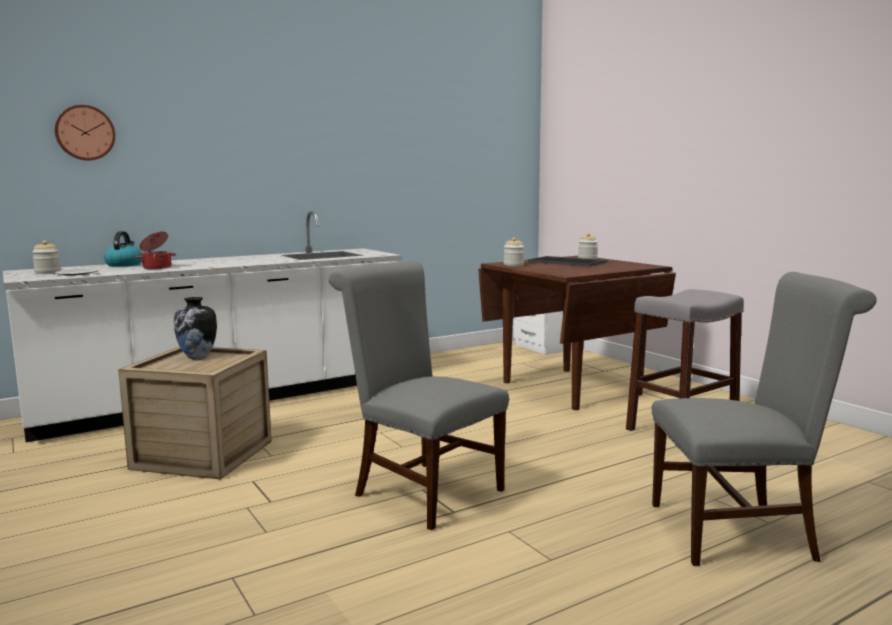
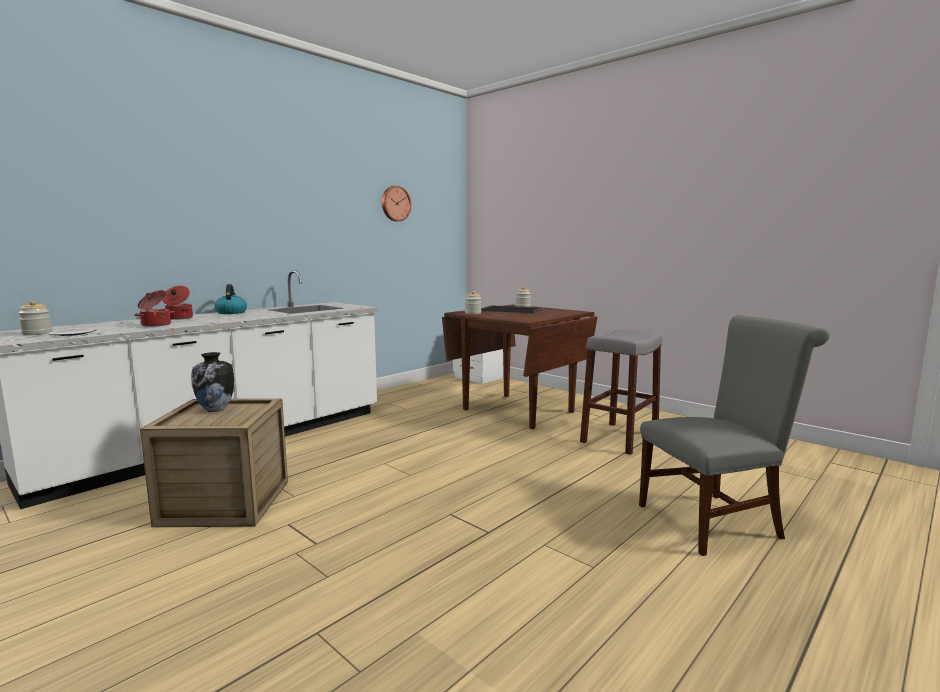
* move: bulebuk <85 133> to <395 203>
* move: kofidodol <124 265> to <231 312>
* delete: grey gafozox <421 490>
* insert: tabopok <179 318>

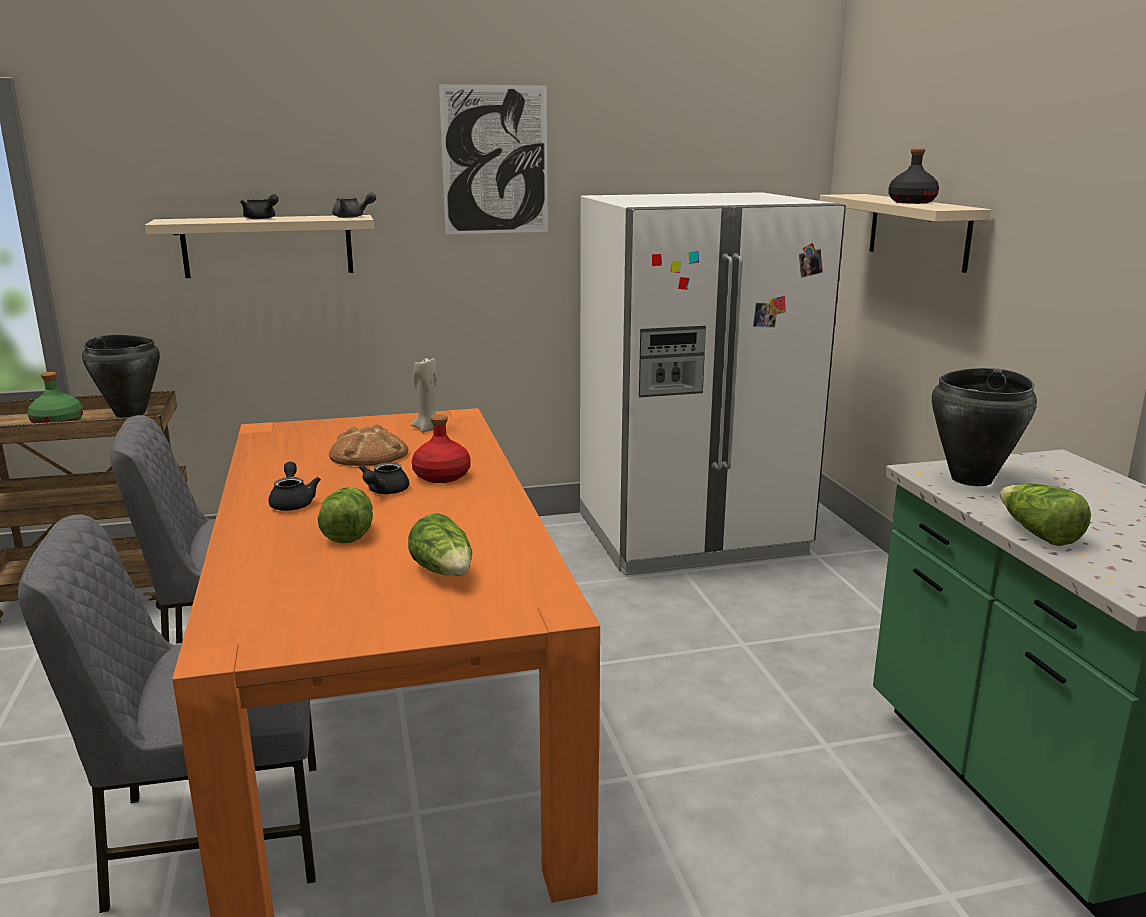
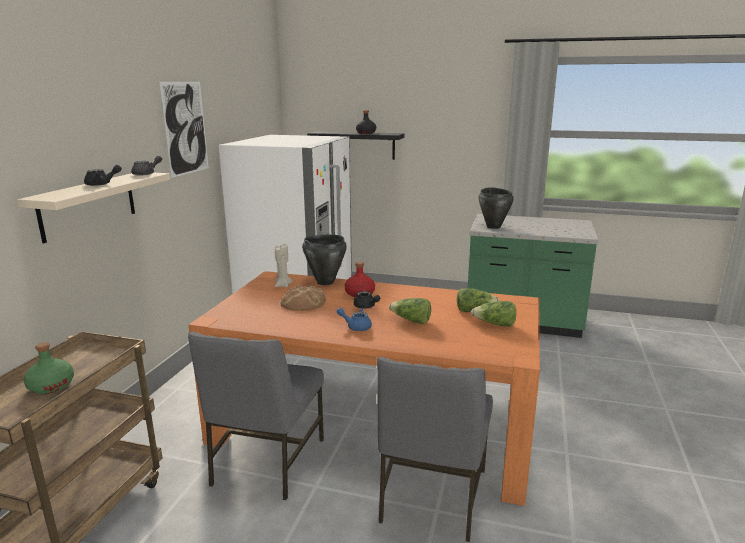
* recolor: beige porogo <918 231> to black porogo <359 145>
* move: black tabopok <130 414> to <325 282>
* recolor: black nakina <293 502> to blue nakina <356 326>
* move: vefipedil <1038 534> to <495 324>

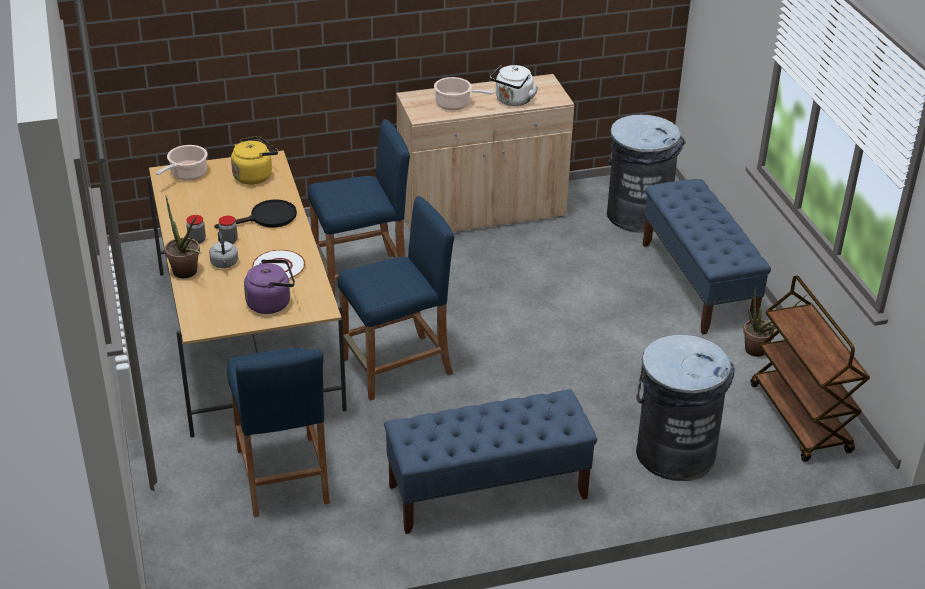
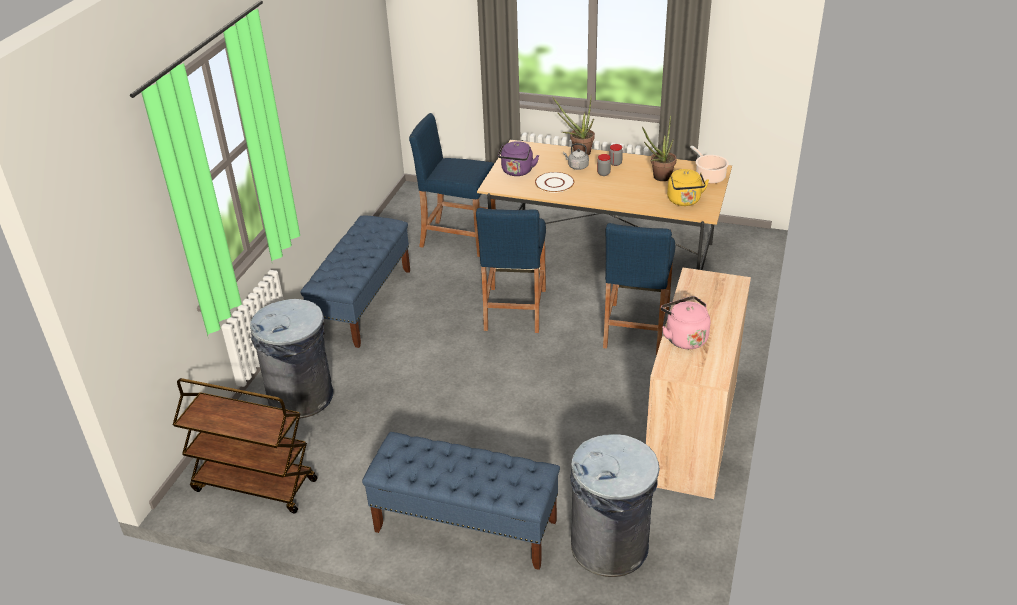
* recolor: white kofidodol <512 101> to pink kofidodol <684 338>
* delete: tabopok <455 104>
* delete: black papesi <267 218>
* move: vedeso <761 351> to <659 178>

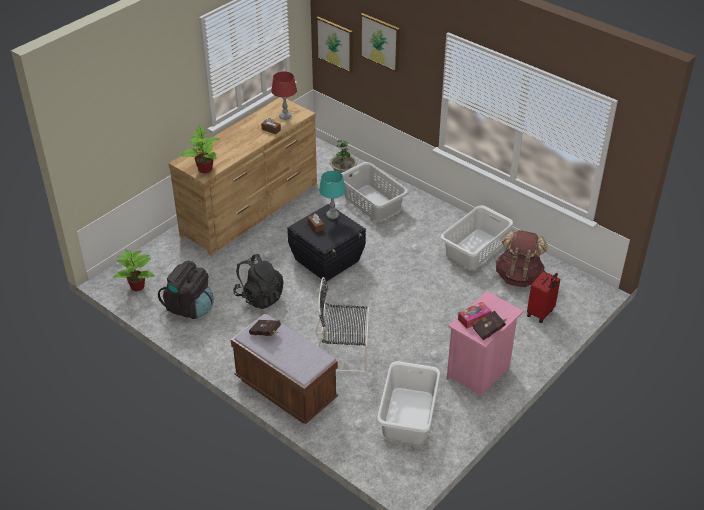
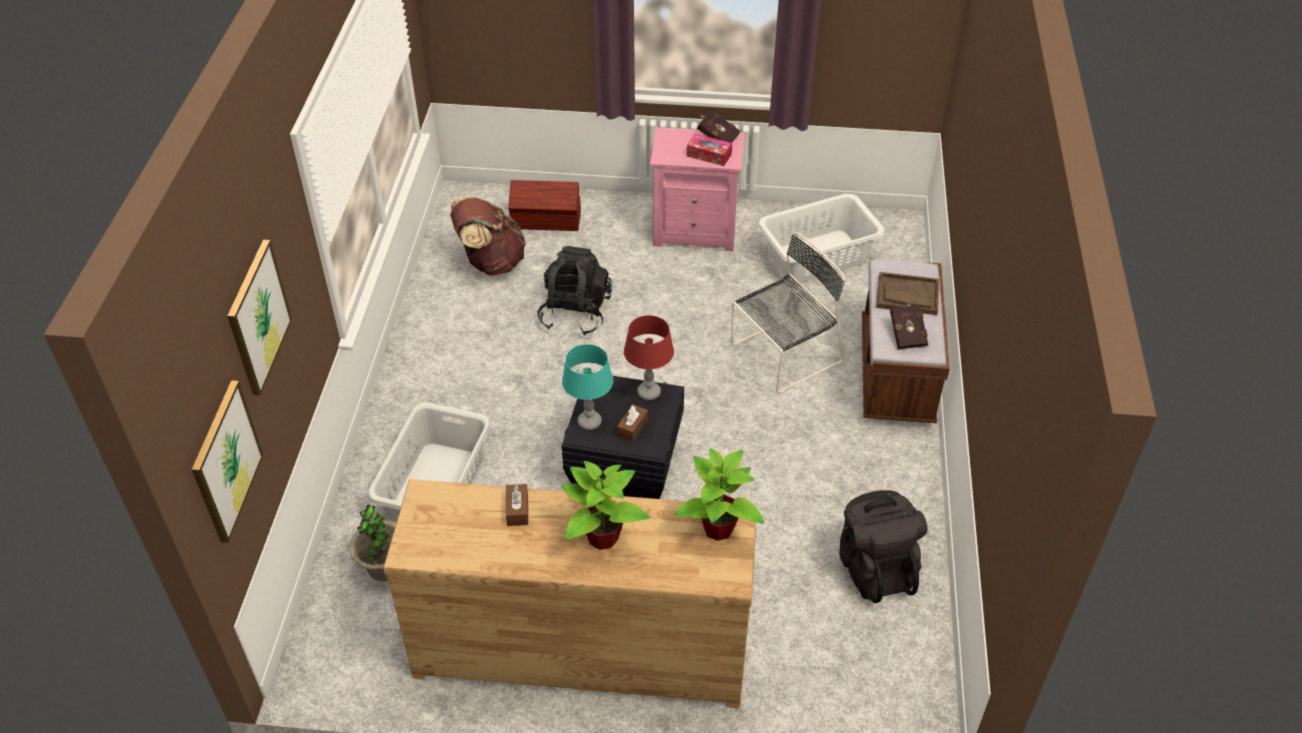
* move: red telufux <285 116> to <648 393>
* delete: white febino <475 249>
* move: vedeso <138 286> to <602 537>
* move: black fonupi <259 297> to <575 313>
* replace: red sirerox <541 313> to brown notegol <546 221>
* rotate: black gafozox <343 352> = <783 355> 90 degrees counterclockwise
* insert: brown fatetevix <907 295>

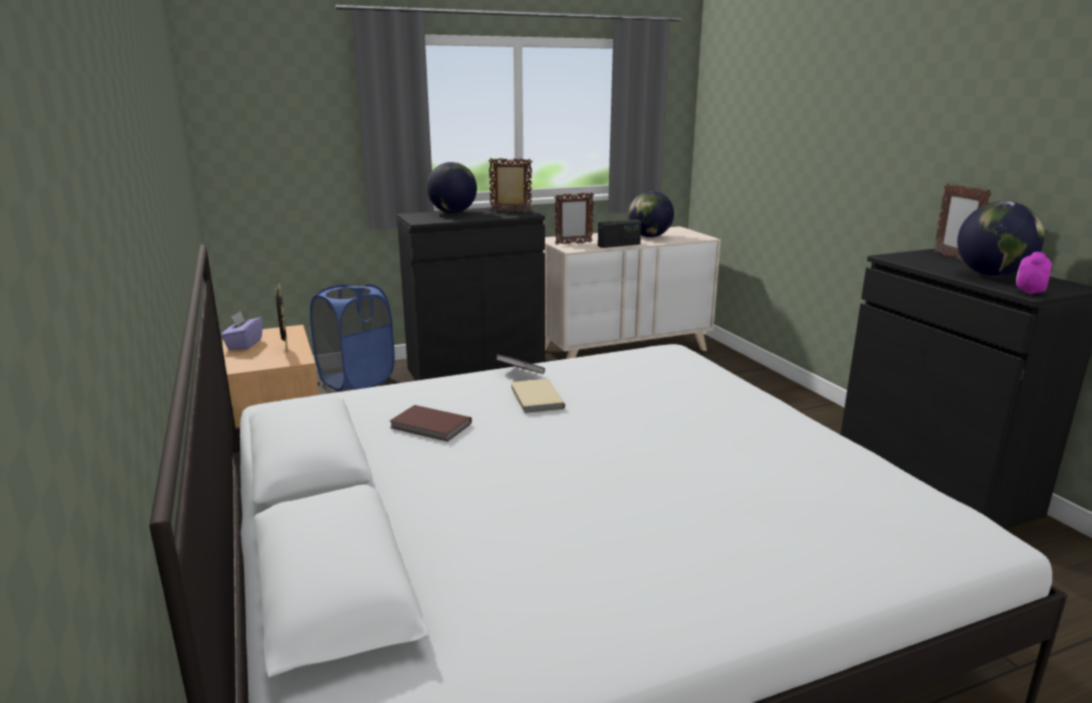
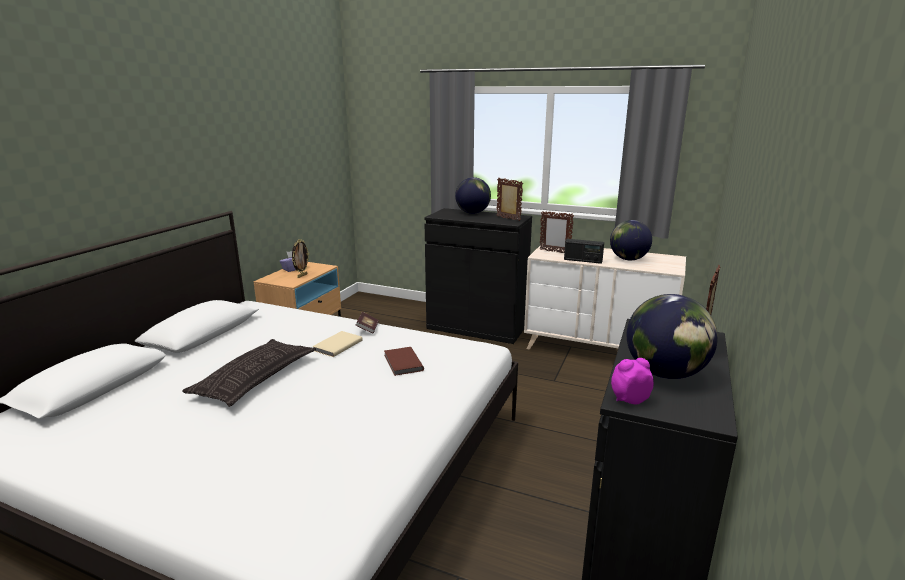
* delete: blue febino <357 380>
* move: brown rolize <430 426> to <402 363>
* insert: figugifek <255 378>

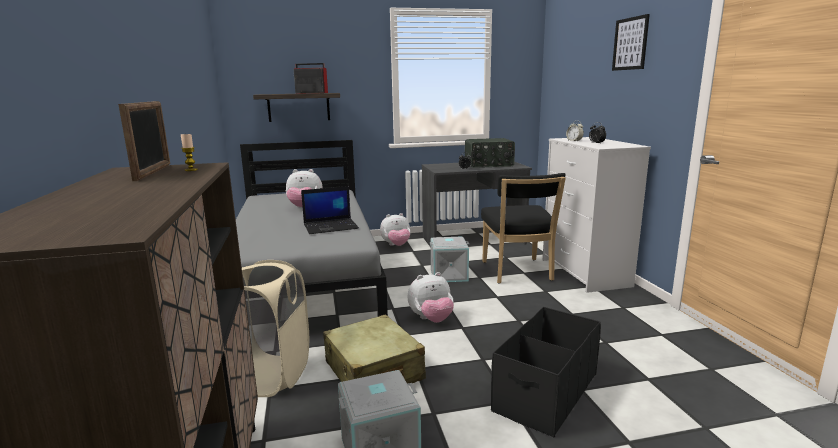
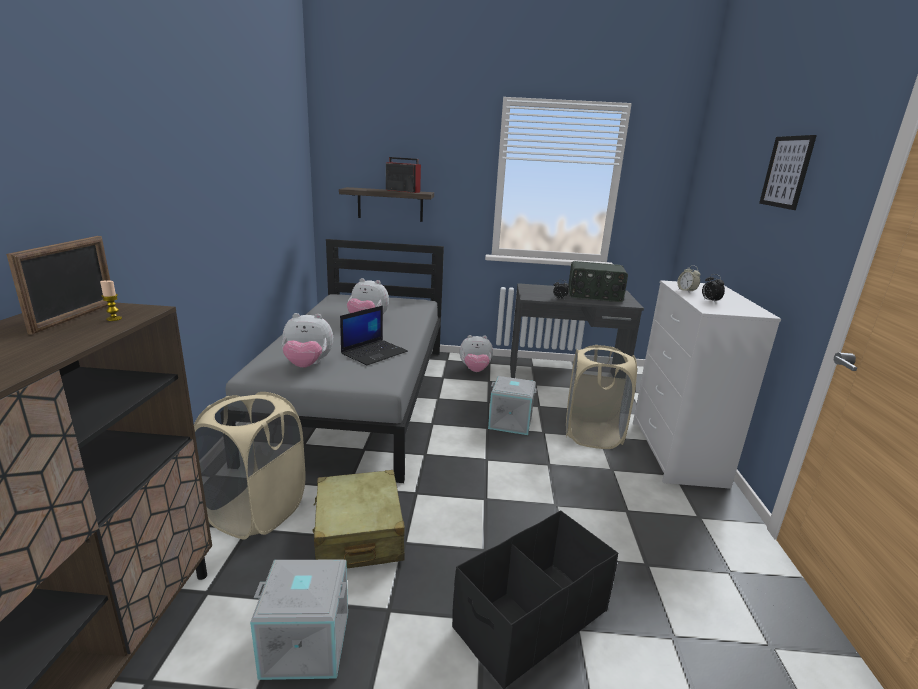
* replace: black gafozox <517 272> to beige febino <592 435>
* rotate: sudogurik <331 226> = <374 352> 45 degrees counterclockwise
* move: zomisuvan <431 319> to <308 365>

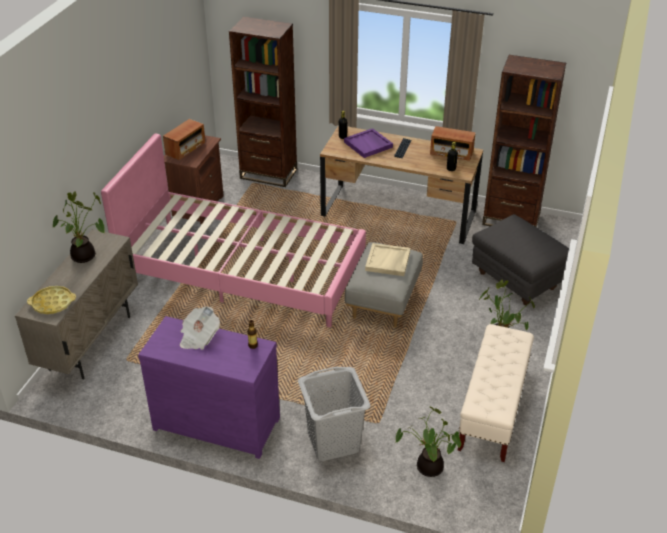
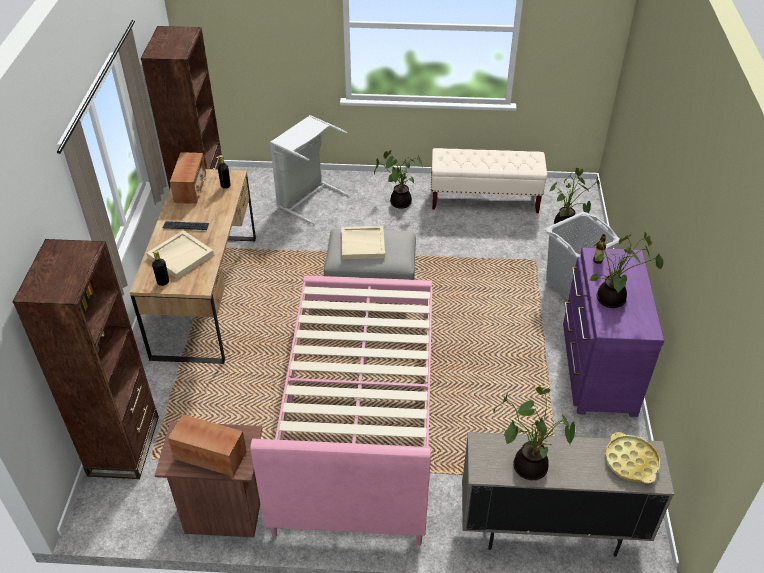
* recolor: purple fatetevix <368 145> to beige fatetevix <180 255>
* replace: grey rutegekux <517 281> to grey febino <307 198>
* replace: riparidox <199 337> to vedeso <611 301>

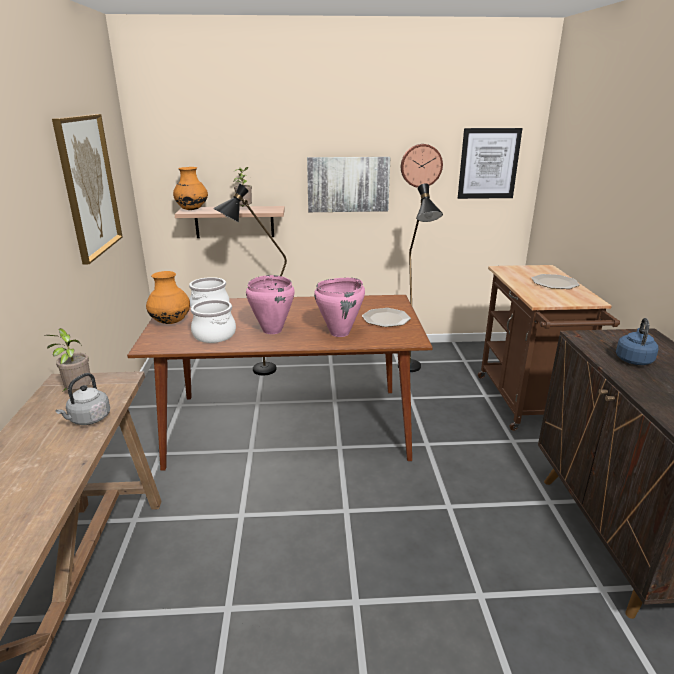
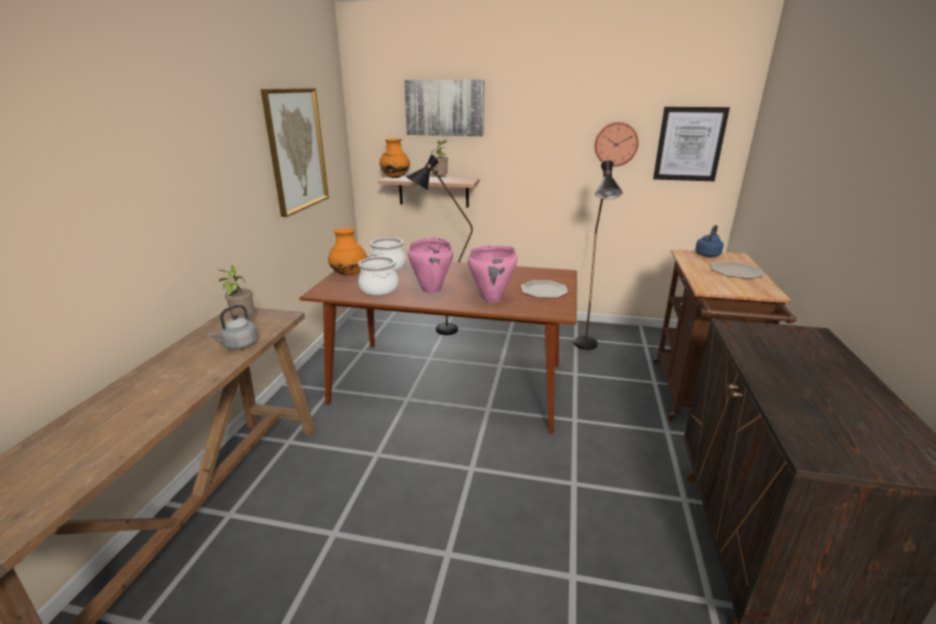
* move: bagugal <348 184> to <444 108>
* move: blue kofidodol <633 359> to <708 254>

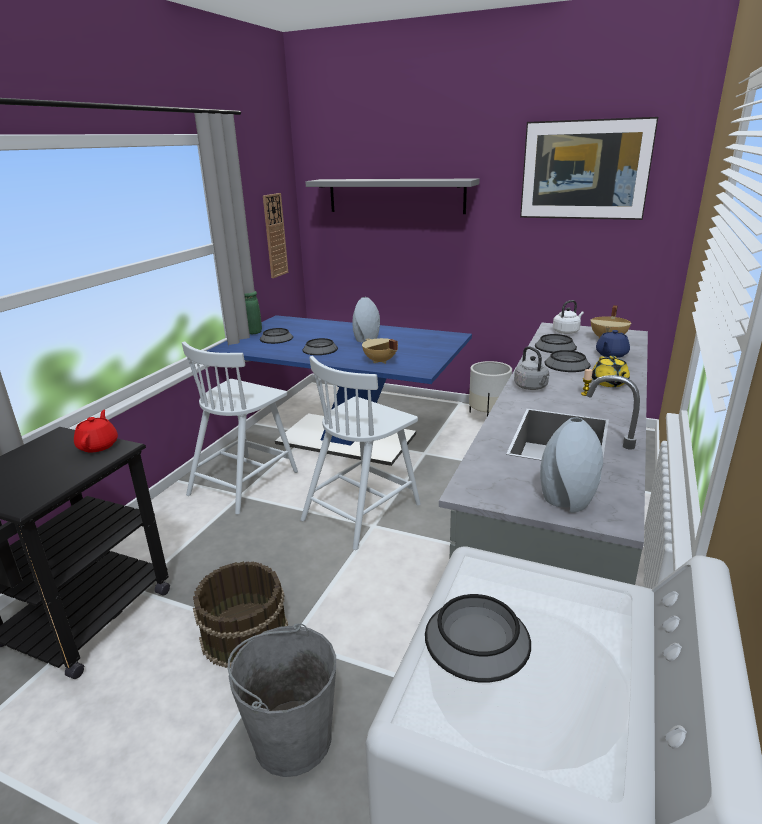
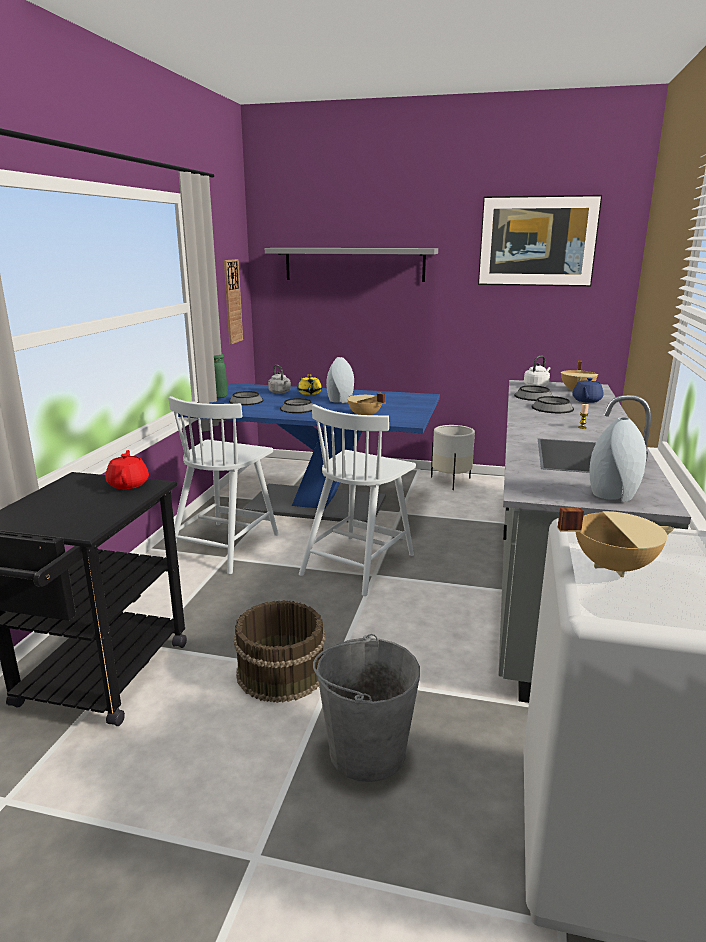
* move: grey kofidodol <532 387> to <280 392>
* move: yellow nakina <609 383> to <309 393>
* replace: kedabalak <476 638> to beige tabopok <612 566>

